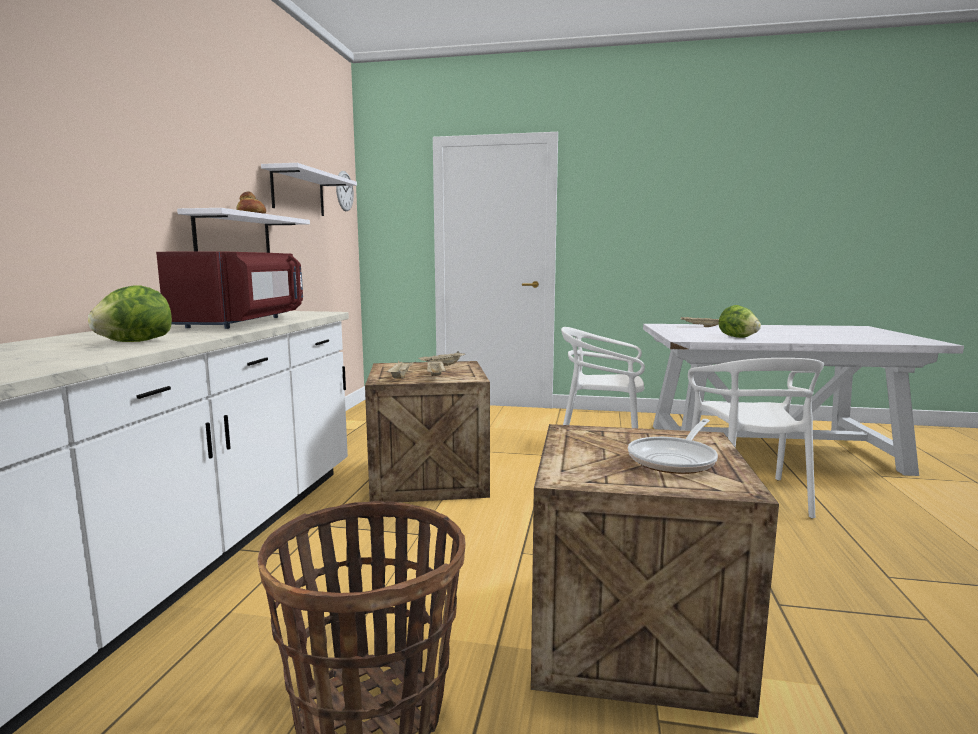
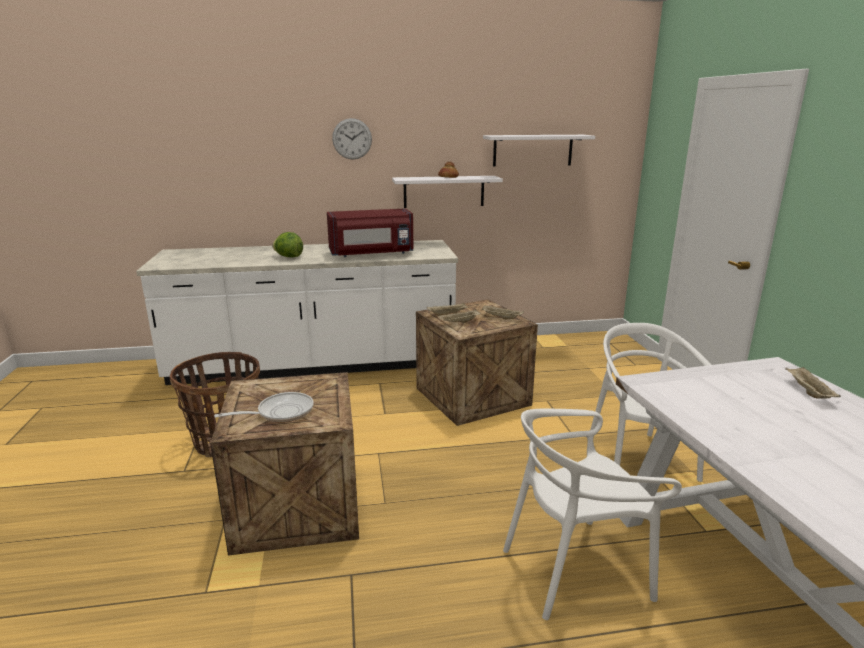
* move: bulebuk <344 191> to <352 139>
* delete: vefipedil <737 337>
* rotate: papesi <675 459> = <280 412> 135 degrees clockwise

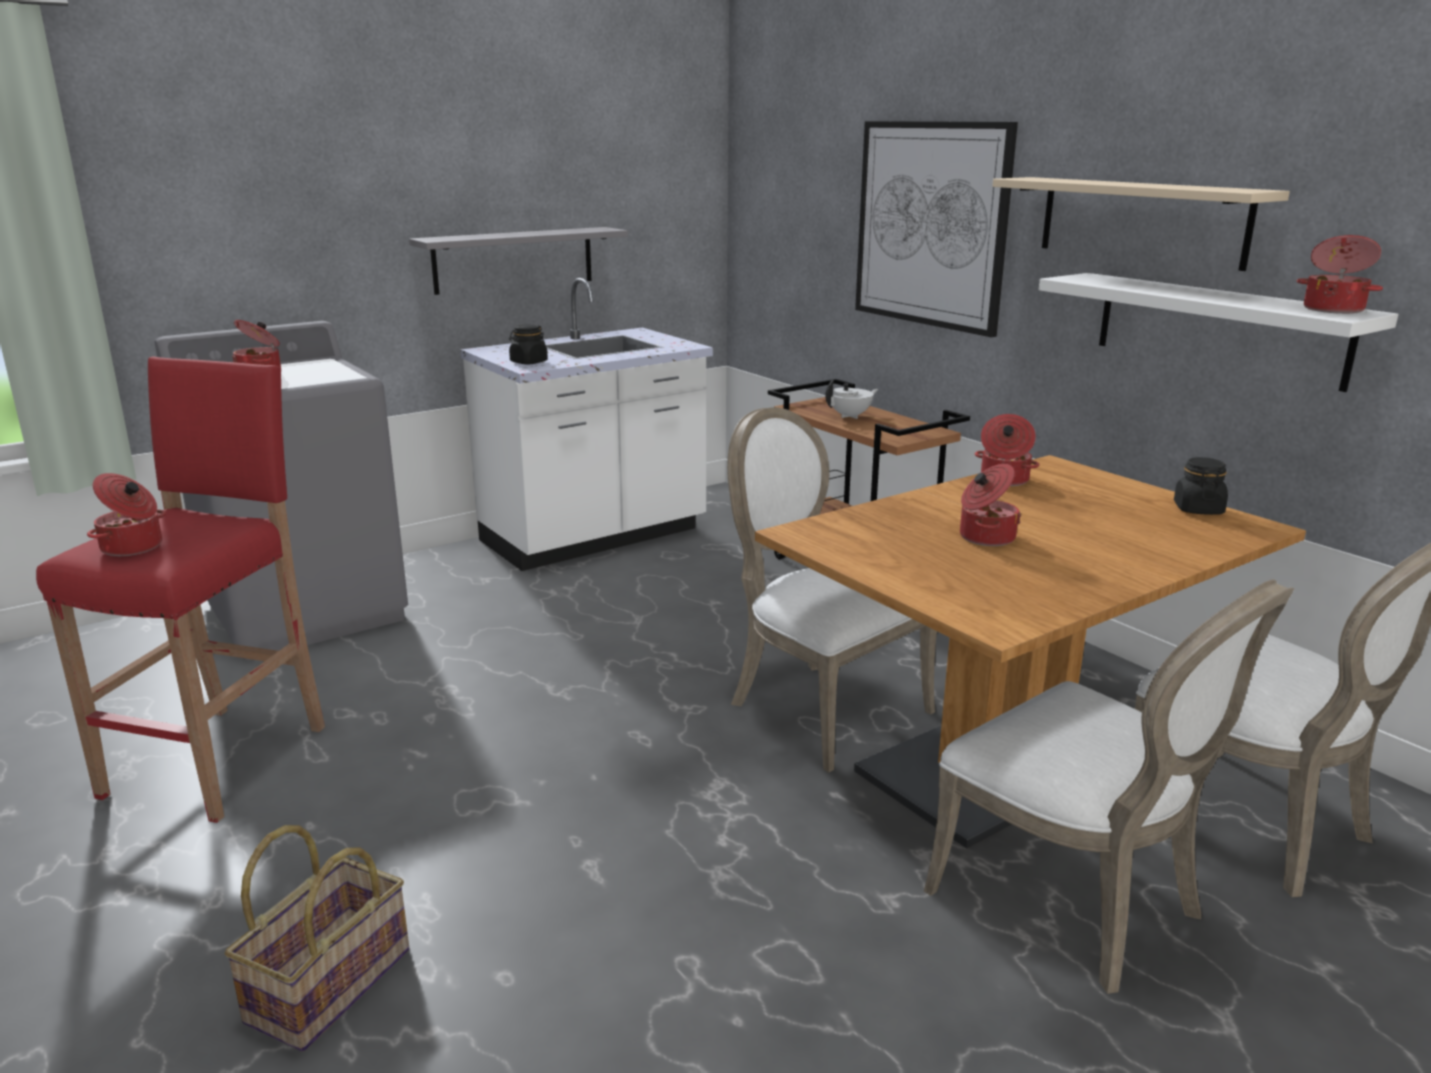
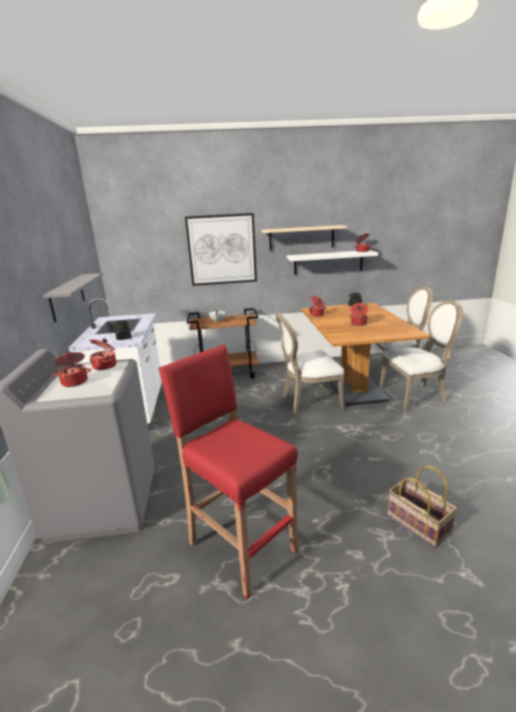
* move: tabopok <133 547> to <105 366>

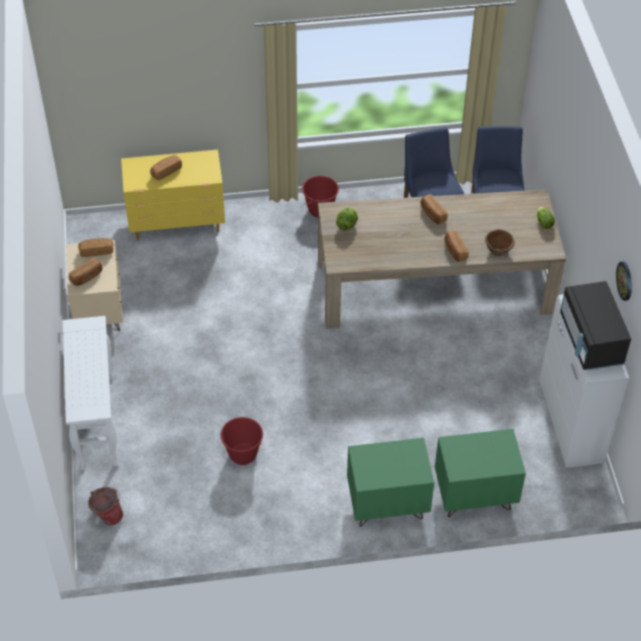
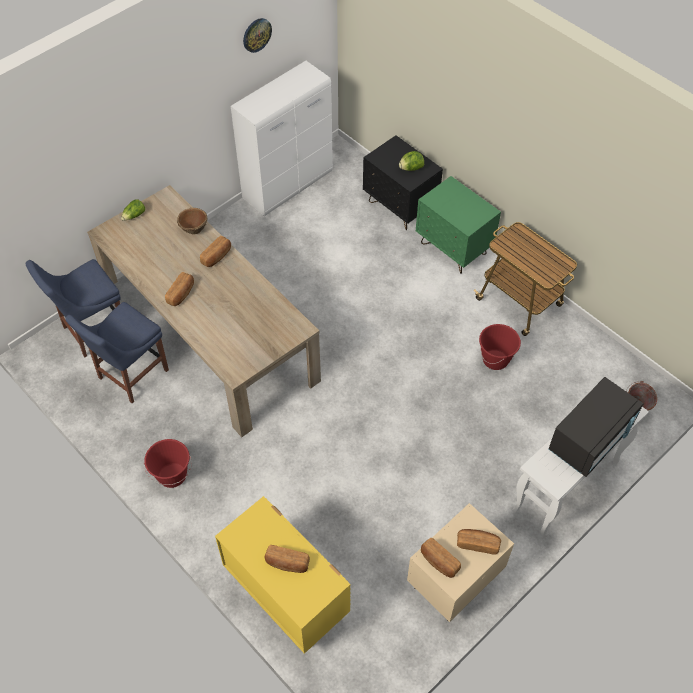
* move: vefipedil <347 225> to <411 168>
* move: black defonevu <590 340> to <590 439>
* recolor: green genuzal <474 496> to black genuzal <400 207>
* insert: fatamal <520 303>

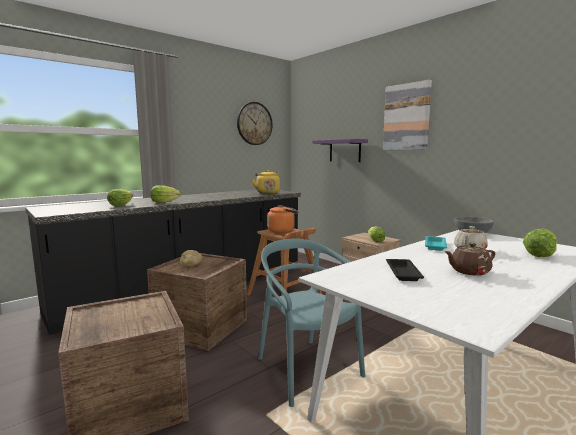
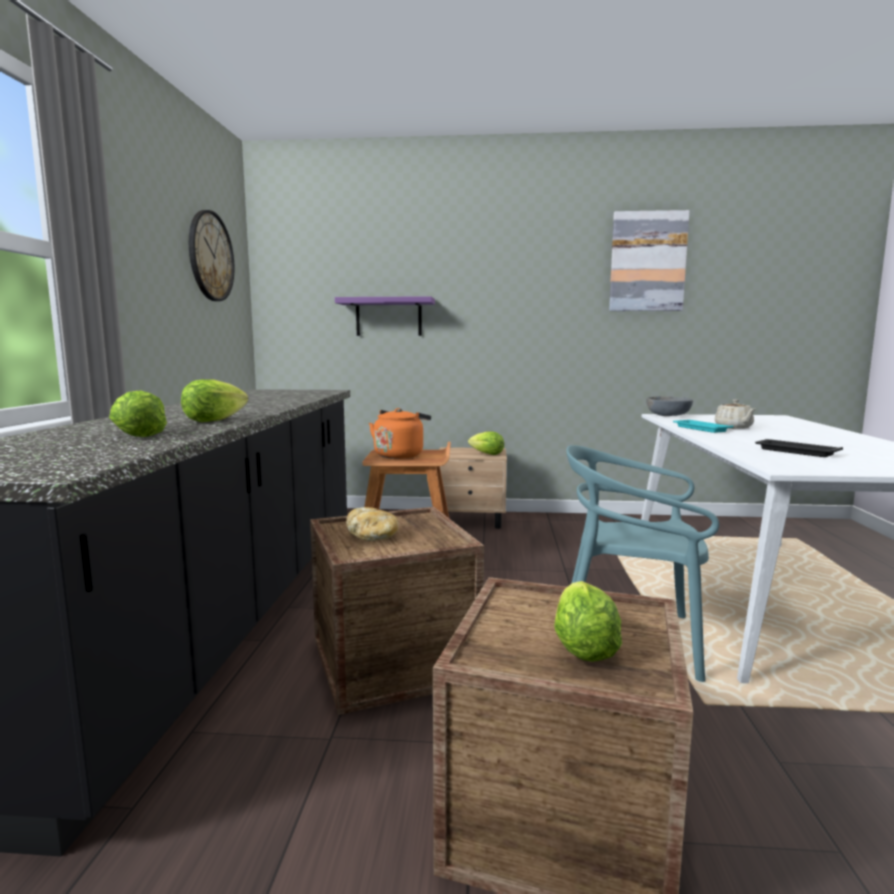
* move: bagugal <406 117> to <647 262>
* delete: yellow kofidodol <267 192>
* move: vefipedil <539 255> to <583 647>
* delete: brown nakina <468 271>

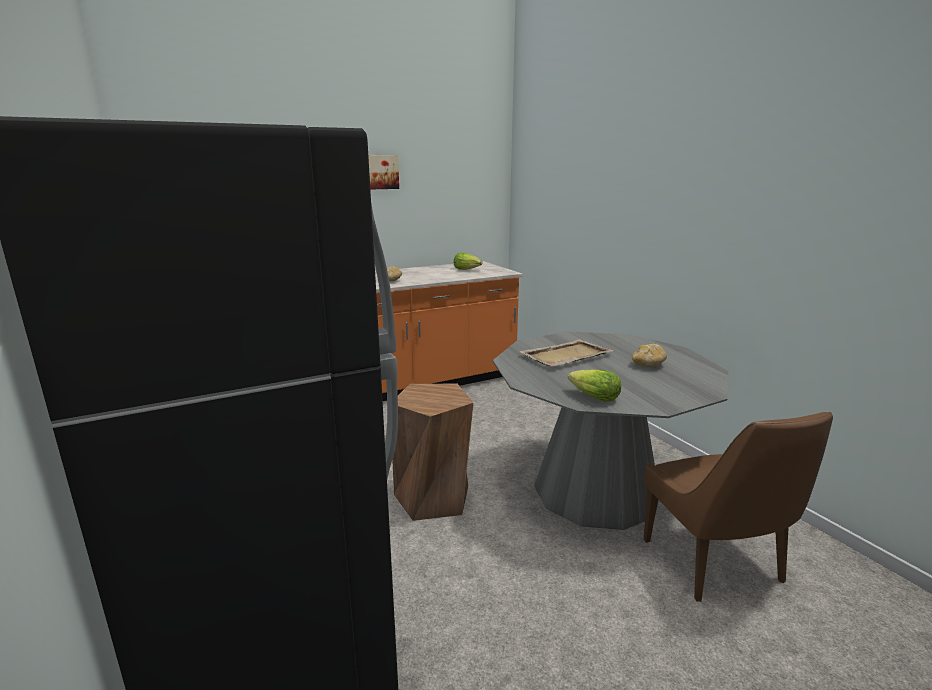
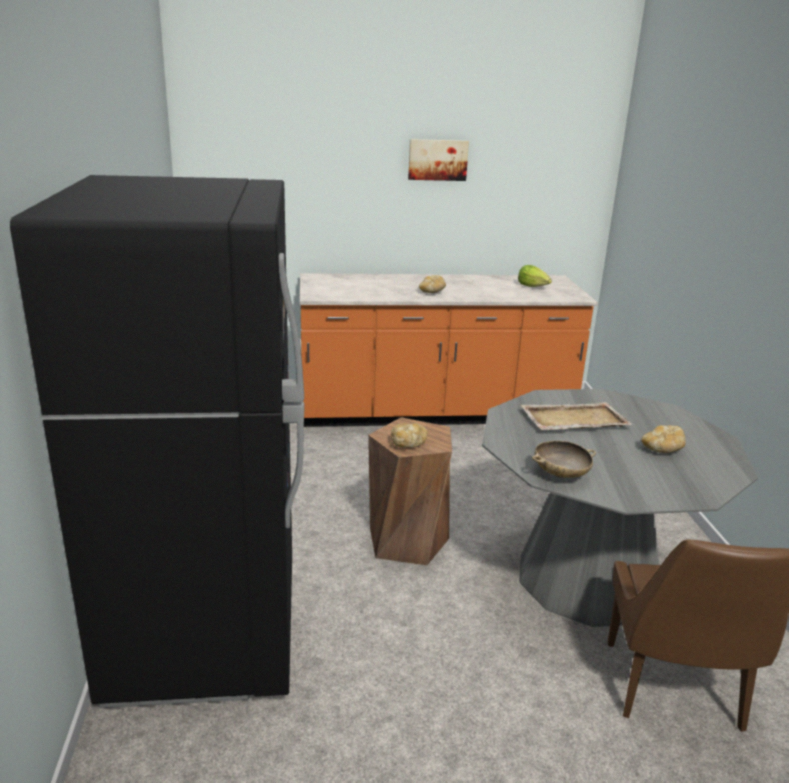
* replace: vefipedil <593 397> to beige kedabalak <561 474>
* insert: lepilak <408 443>

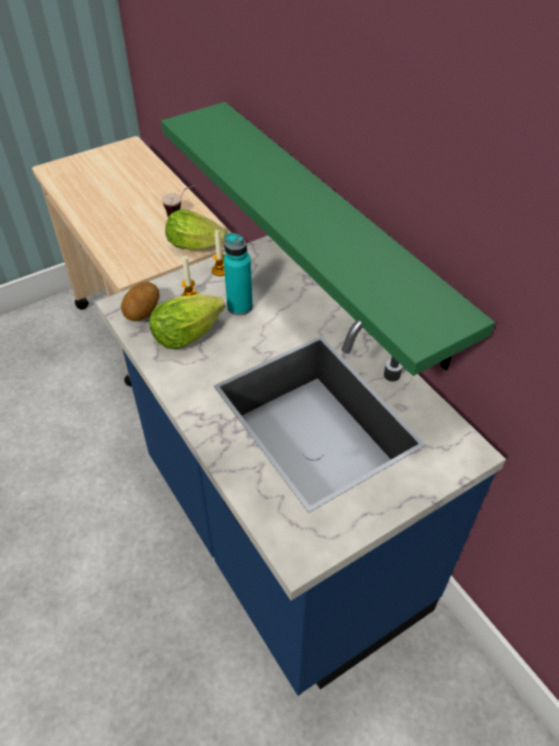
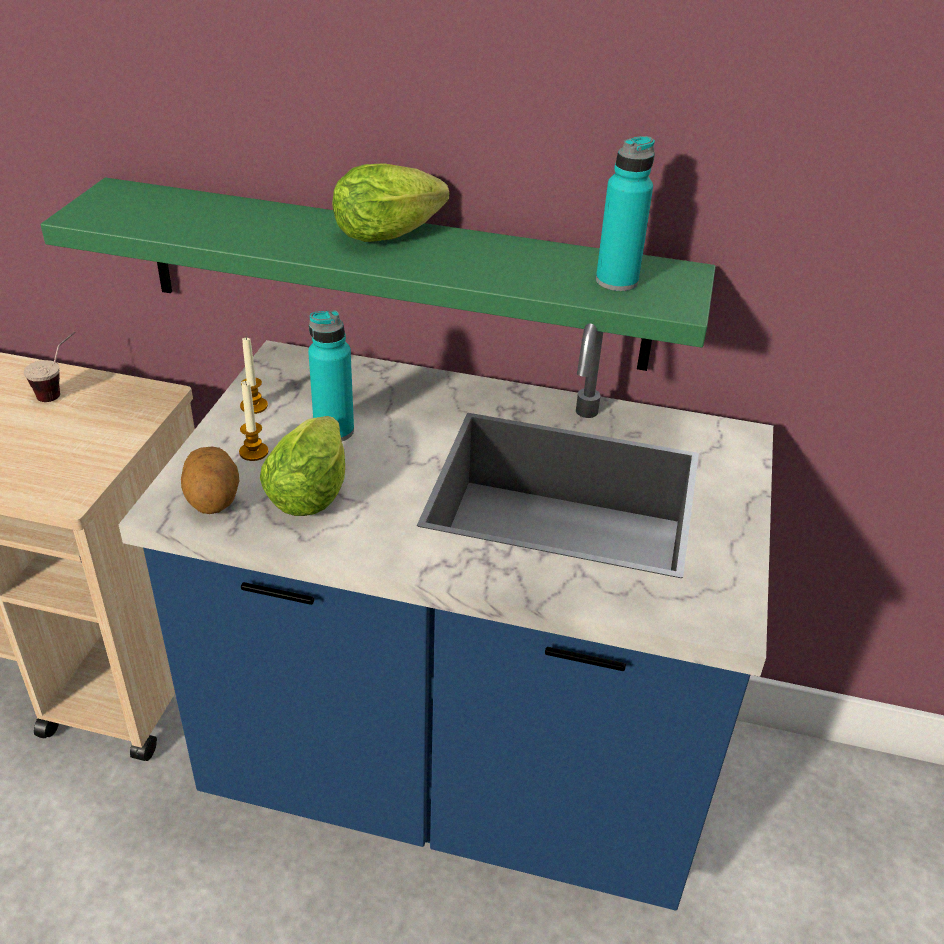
* move: vefipedil <198 246> to <393 234>
* insert: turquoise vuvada <617 281>

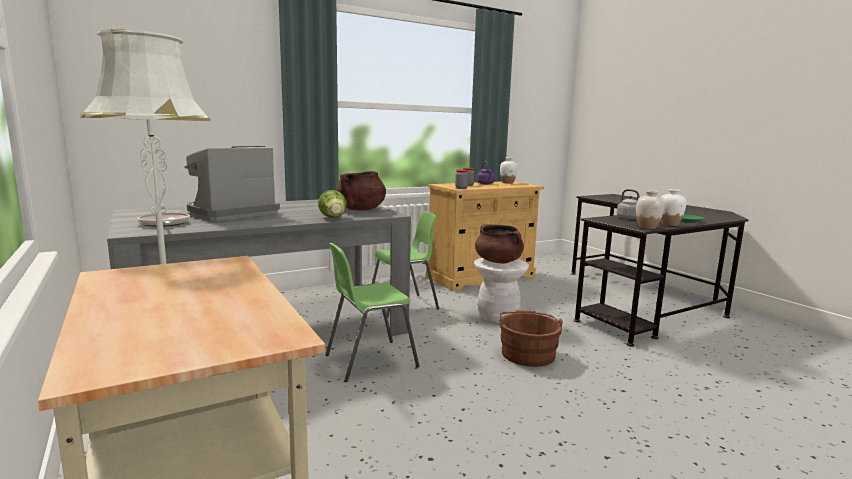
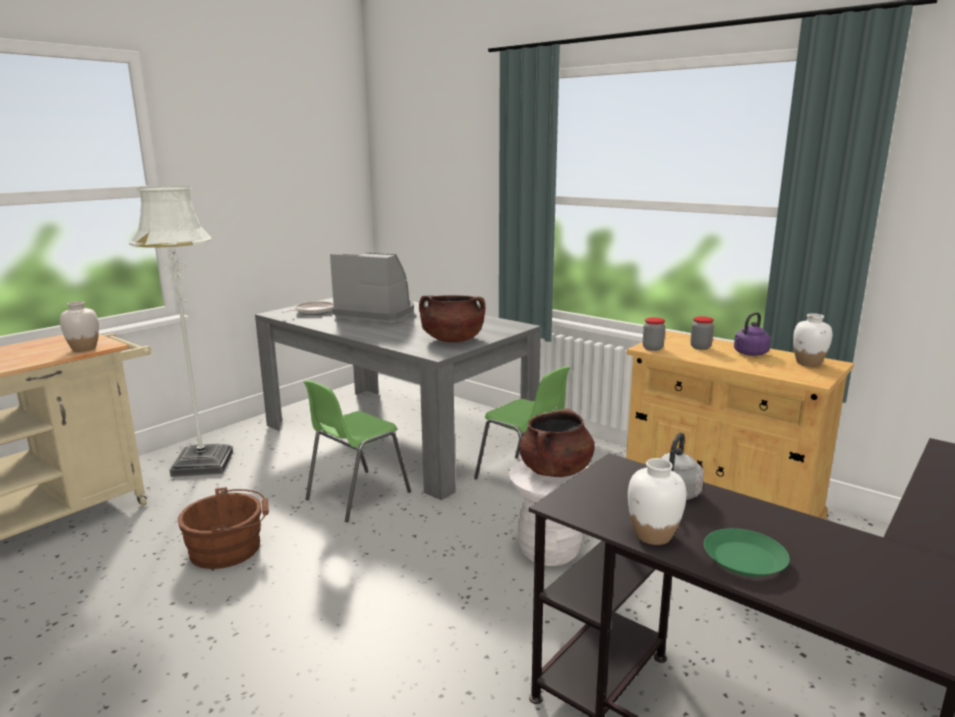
* delete: vefipedil <334 218>
* move: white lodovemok <647 227> to <84 349>
* rotate: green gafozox <369 361> = <356 496> 90 degrees counterclockwise
* move: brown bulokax <527 353> to <230 548>

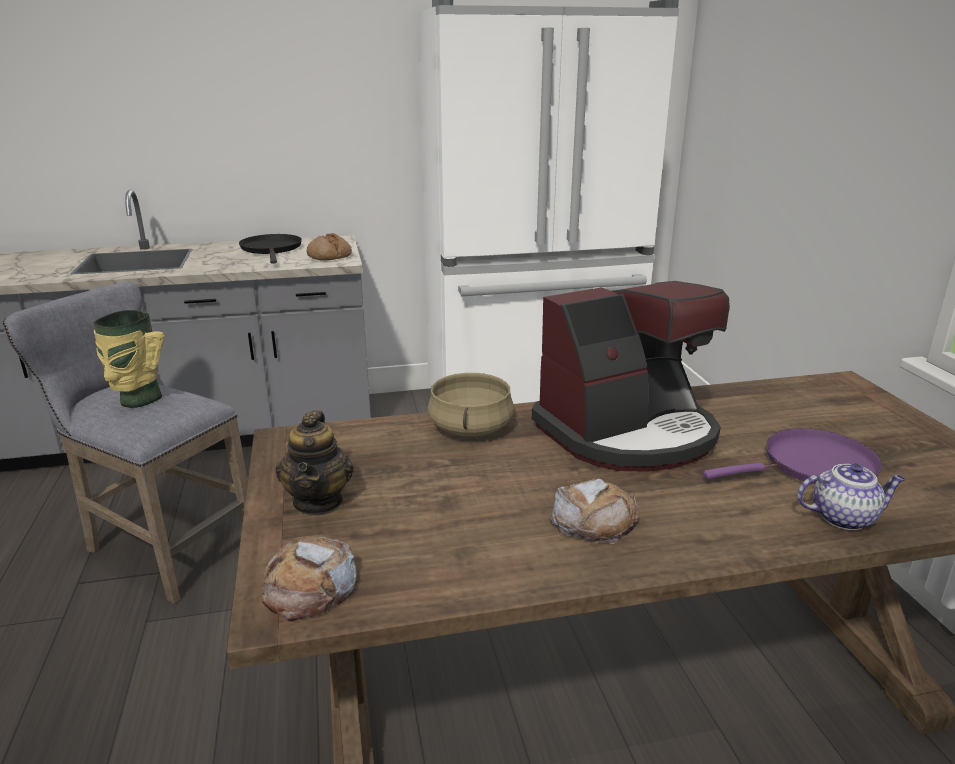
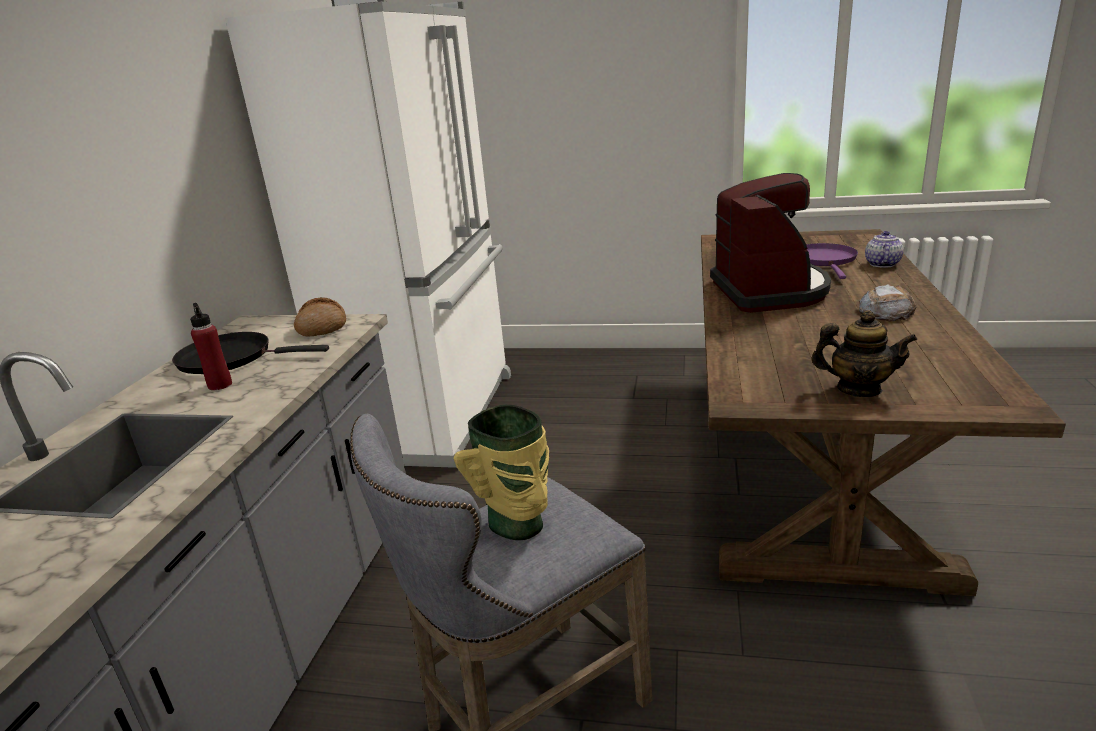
* delete: beige tabopok <471 428>
* delete: lepilak <310 587>
* insert: red vuvada <220 385>

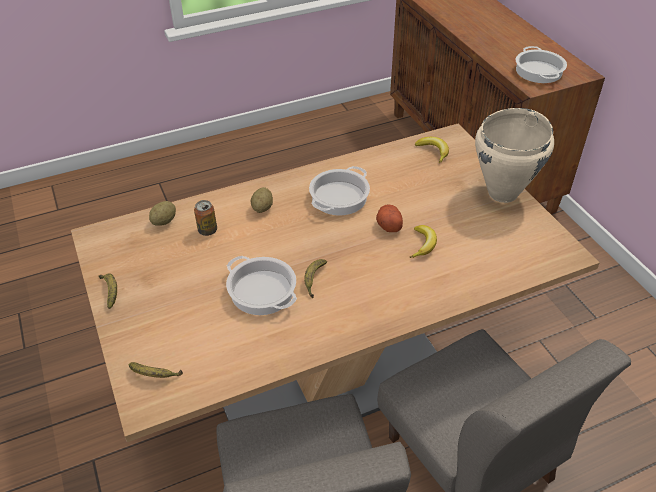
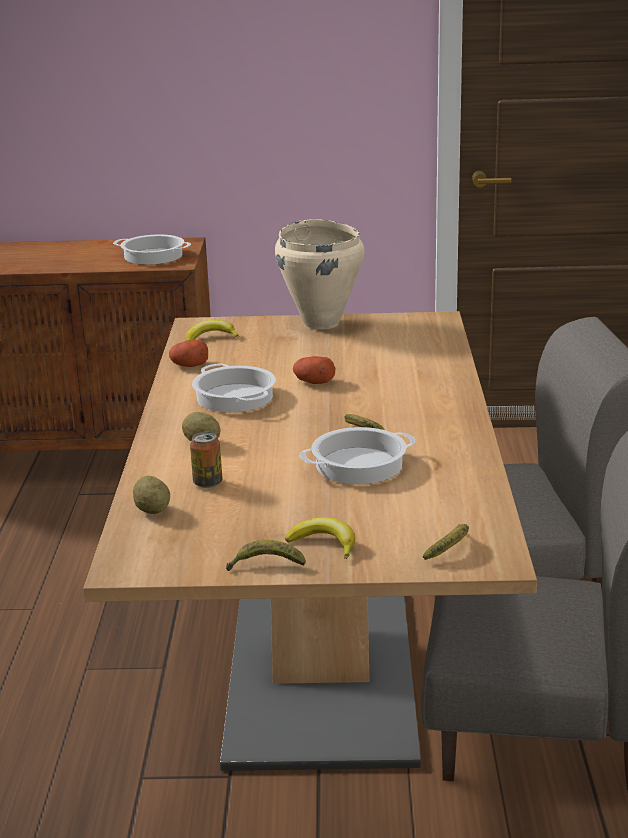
* move: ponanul <423 244> to <324 544>
* insert: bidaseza <189 365>

